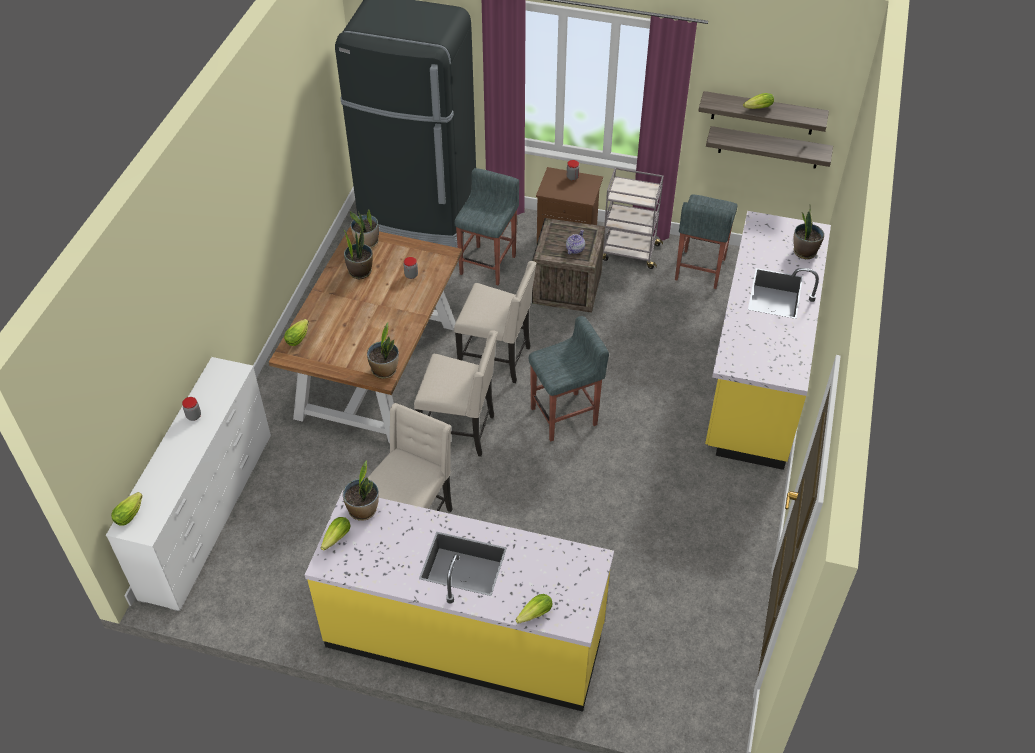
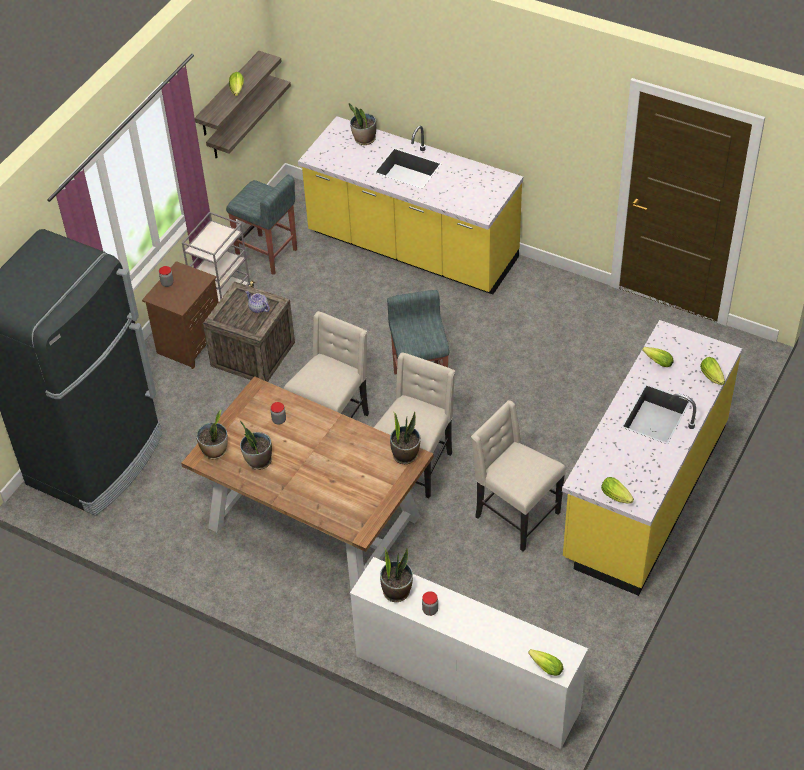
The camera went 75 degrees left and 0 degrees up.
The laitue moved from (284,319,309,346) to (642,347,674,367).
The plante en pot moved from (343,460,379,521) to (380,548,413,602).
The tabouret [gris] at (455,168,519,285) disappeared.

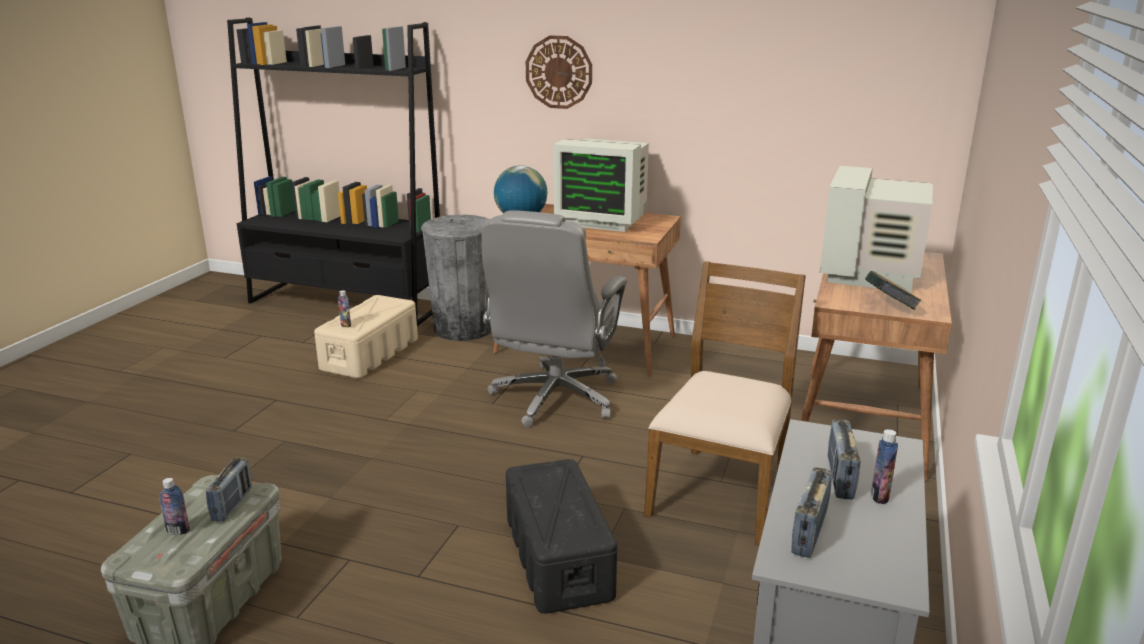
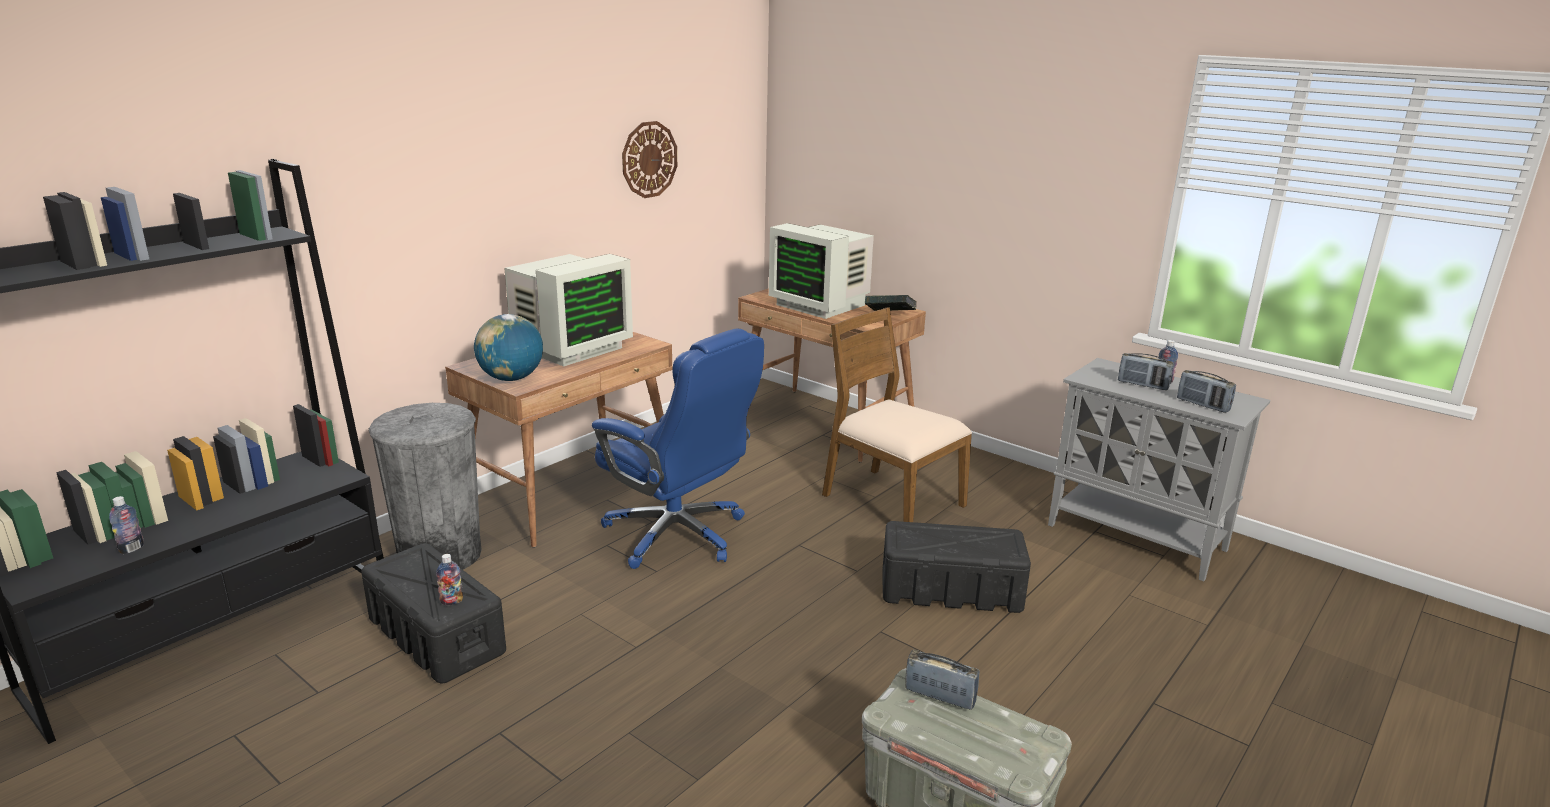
The camera went 70 degrees left and 0 degrees up.
The bouteille moved from (159,478,190,535) to (109,496,144,554).
The boîte de rangement [beige] at (314,295,418,378) became the boîte de rangement [noir] at (361,543,506,683).
The chaise de bureau [gris] at (481,210,628,428) became the chaise de bureau [bleu] at (592,328,764,569).
The horloge murale moved from (526,36,592,109) to (622,121,677,198).

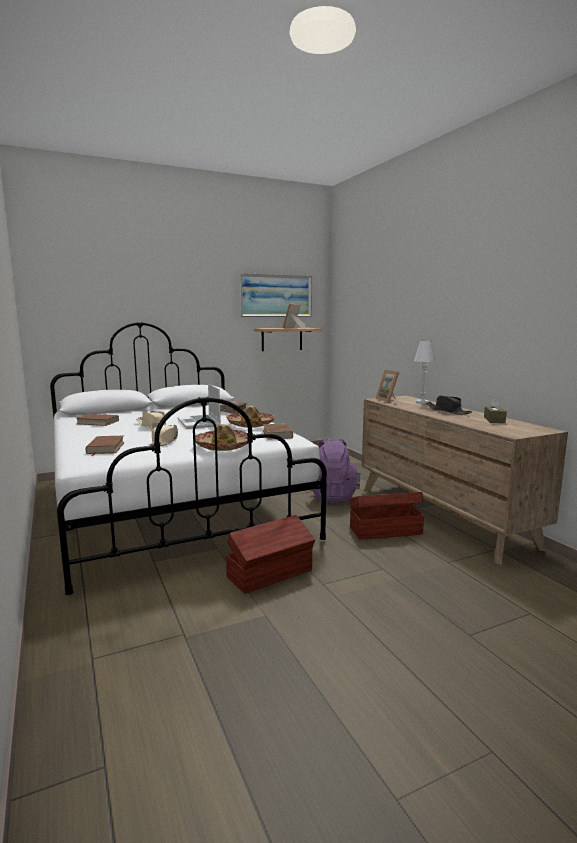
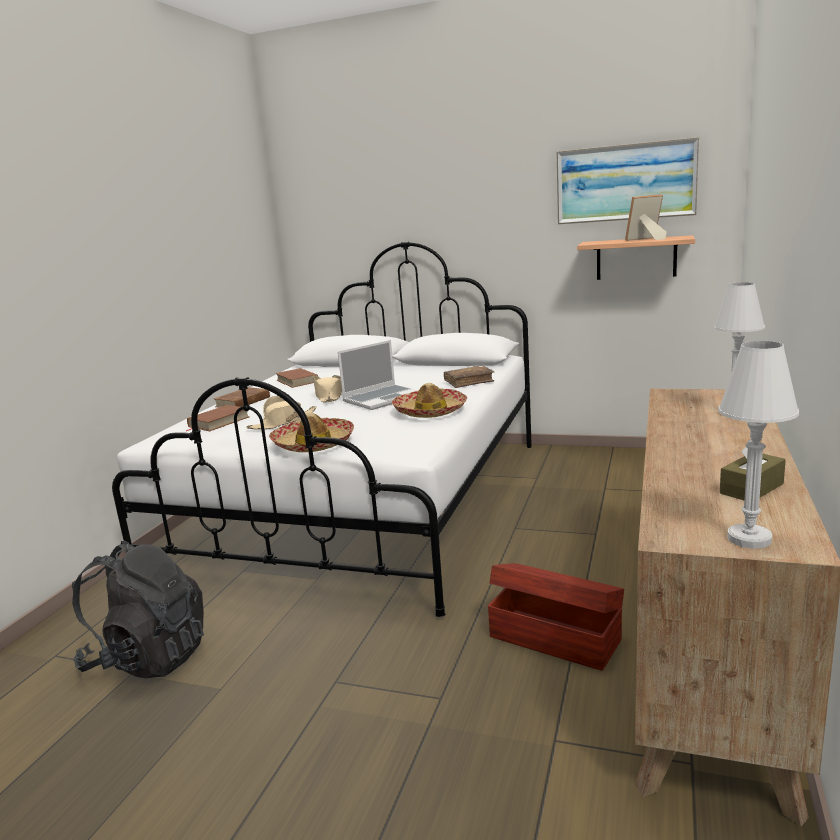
The camera went 45 degrees right and 5 degrees up.
The ordinateur portable at (178,383,221,429) turned 150 degrees counterclockwise.
The boîte de rangement [marron] at (226,515,315,594) disappeared.
The livre [marron] moved from (263,423,293,440) to (214,387,270,408).
The sac à dos [violet] at (312,438,360,503) disappeared.
The cadre photo at (375,370,399,403) disappeared.
The chapeau [noir] at (426,395,472,414) disappeared.
The sac à dos [noir] at (72,541,204,678) appeared.
The lampe de table [blanc] at (718,341,799,549) appeared.

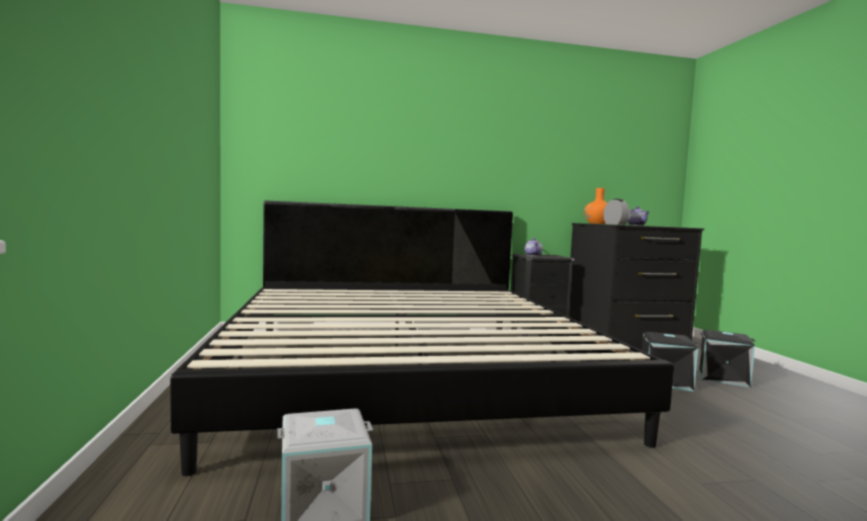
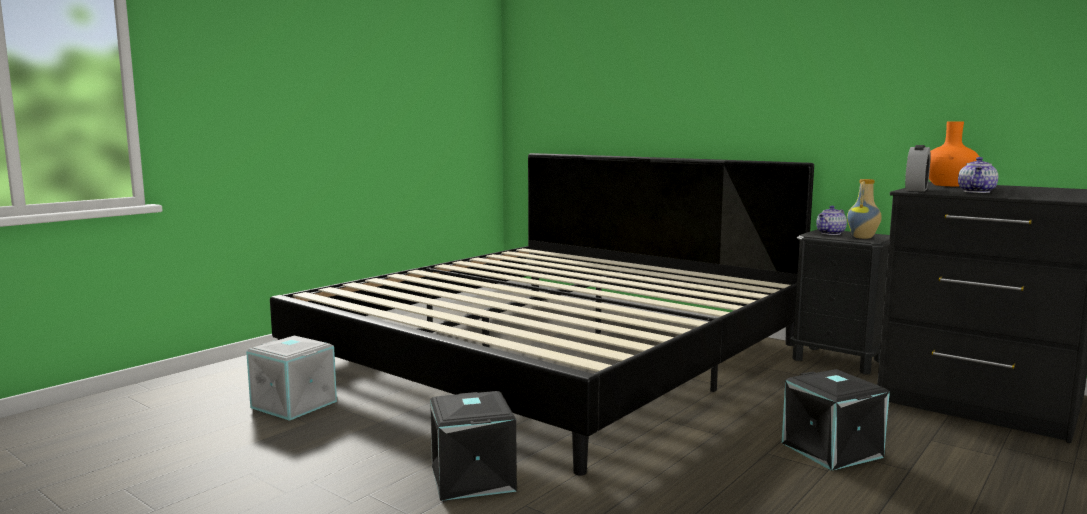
The camera went 50 degrees right and 5 degrees up.
The boîte de rangement [noir] moved from (699,330,755,388) to (430,391,517,501).
The vase at (847,179,882,239) appeared.

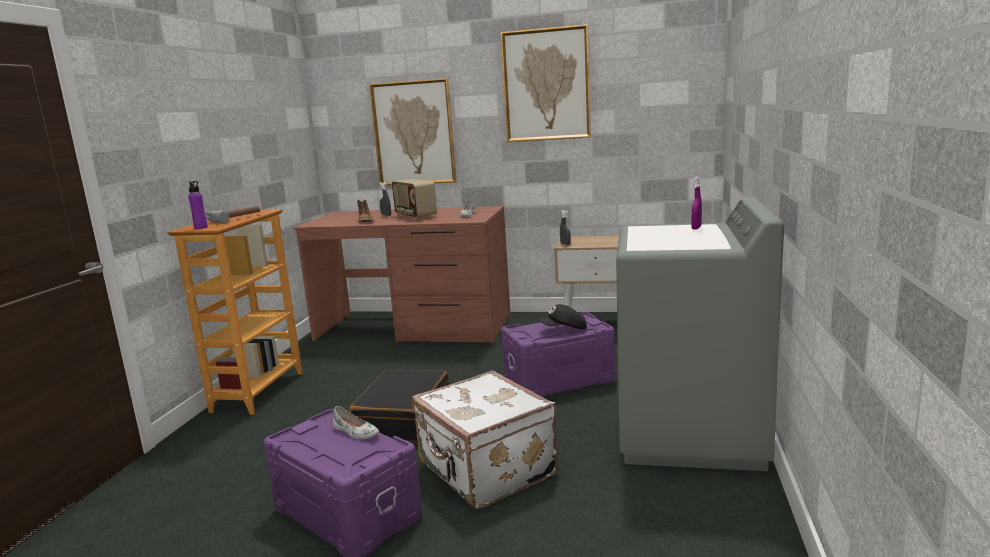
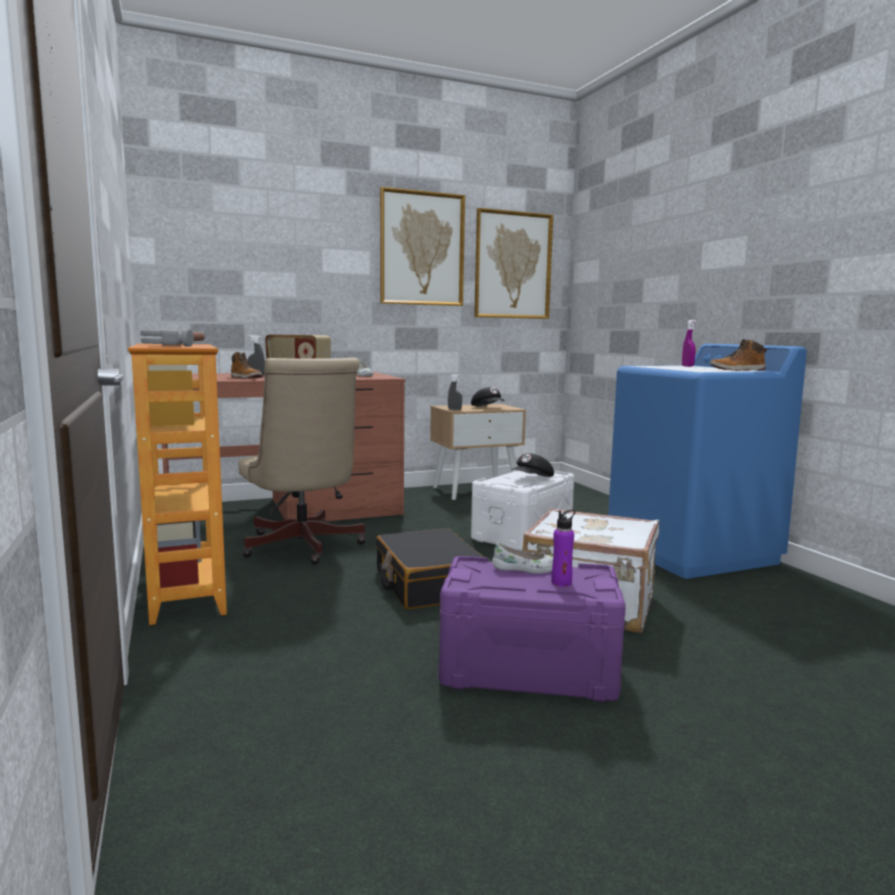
The camera went 35 degrees left and 5 degrees down.
The bouteille [violet] moved from (188,181,208,229) to (551,510,575,587).
The tableau moved from (369,78,457,186) to (474,208,553,319).
The boîte de rangement [violet] at (501,312,615,396) became the boîte de rangement [blanc] at (471,470,574,551).
The lave-linge [gris] at (616,197,784,471) became the lave-linge [bleu] at (608,344,807,579).
The chaise de bureau [beige] at (238,358,366,564) appeared.
The casquette [noir] at (471,387,504,406) appeared.
The botte at (710,339,767,371) appeared.

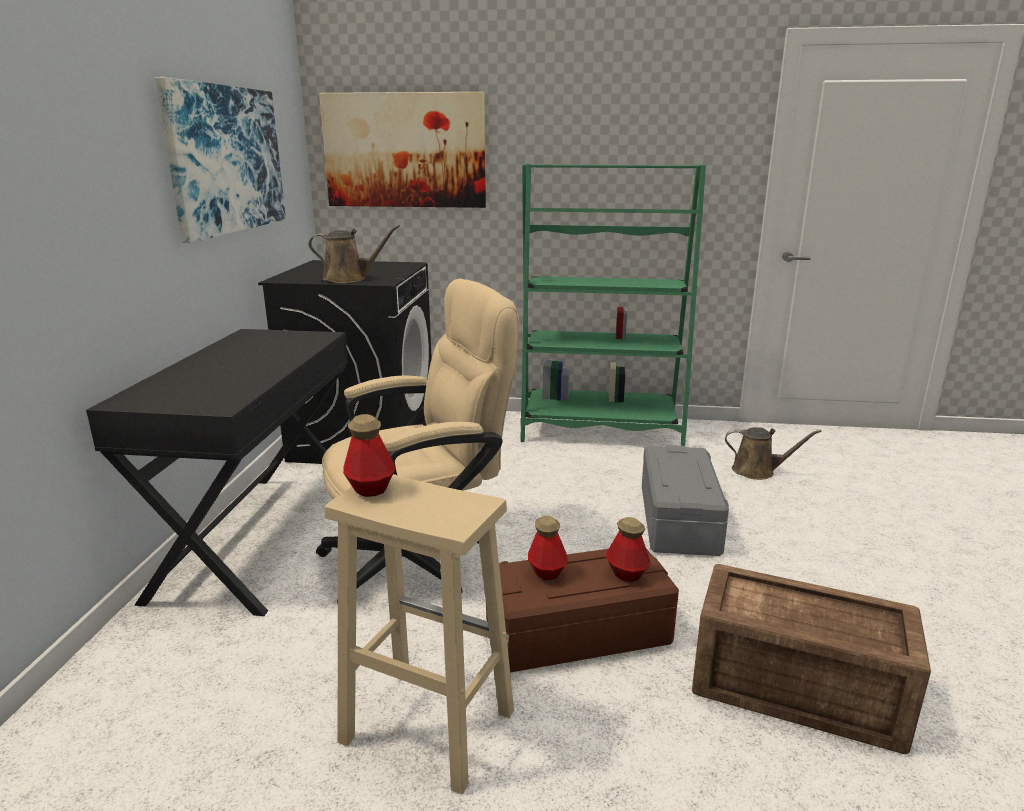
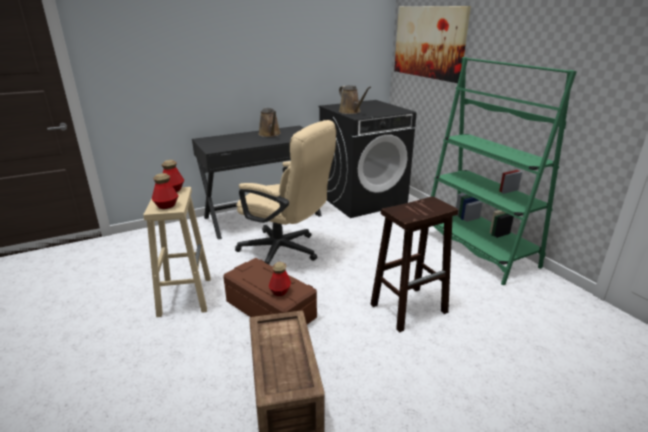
The camera went 55 degrees right and 5 degrees up.
The tableau at (155,77,286,243) disappeared.
The bouteille moved from (528,516,568,580) to (152,173,179,209).
The boîte de rangement [gris] at (642,445,729,556) was replaced by the tabouret [marron] at (371,196,458,332).
The arrosoir [marron] moved from (725,427,822,480) to (258,108,281,137).

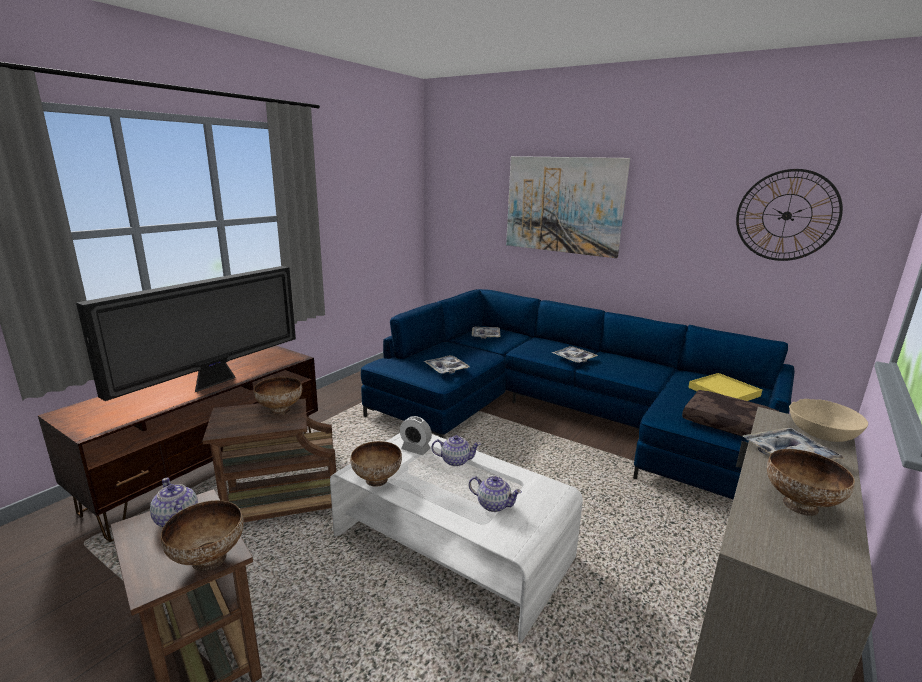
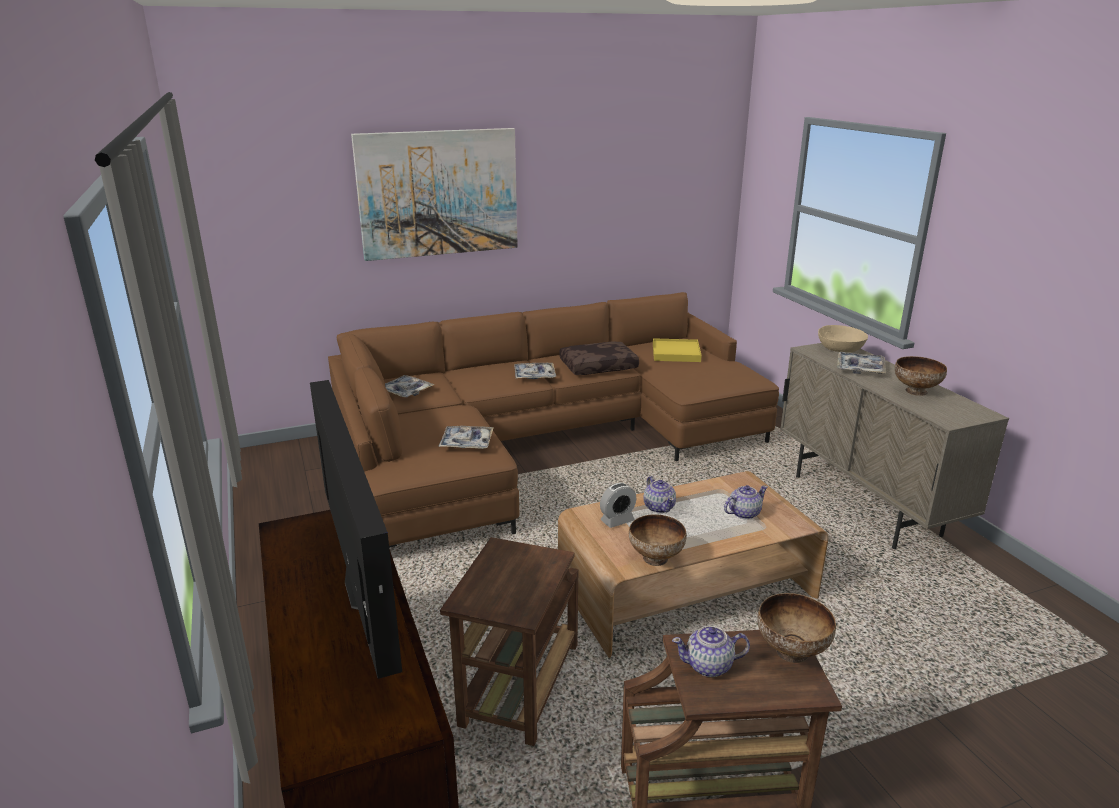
The camera went 55 degrees left and 5 degrees up.
The bol at (254,377,302,415) disappeared.
The table basse [blanc] at (330,433,583,643) became the table basse [marron] at (558,471,828,658).
The canapé [bleu] at (361,289,795,500) became the canapé [marron] at (328,292,779,548).
The théière at (431,435,481,467) turned 120 degrees clockwise.
The coussin [marron] moved from (682,390,779,437) to (559,341,639,375).
The horloge murale at (736,169,843,261) disappeared.

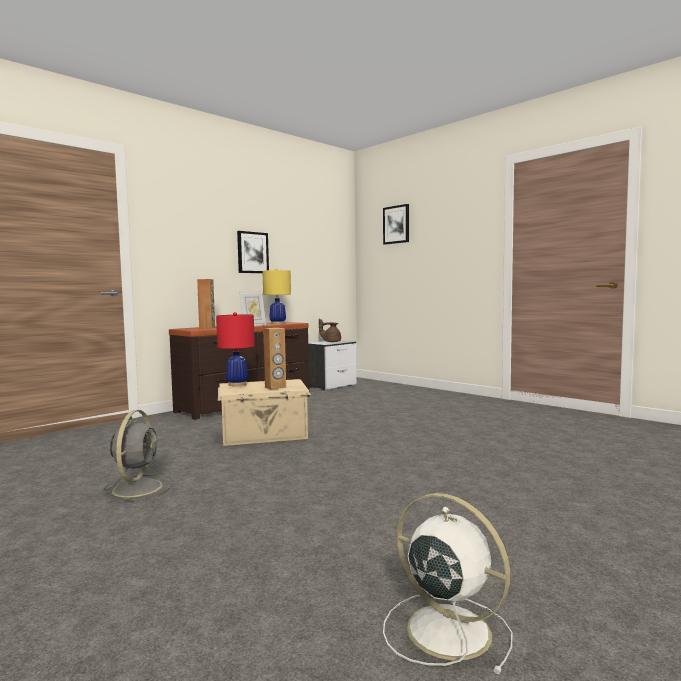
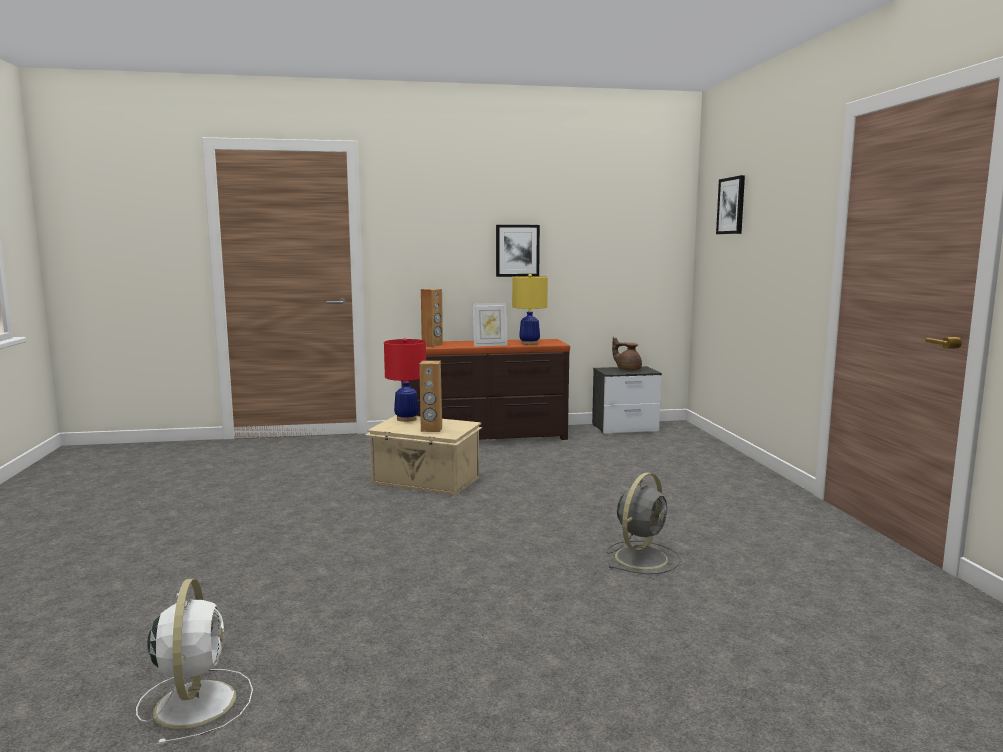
The camera went 35 degrees right and 5 degrees up.
The ventilateur [gris] moved from (103,410,174,503) to (606,472,681,574).

